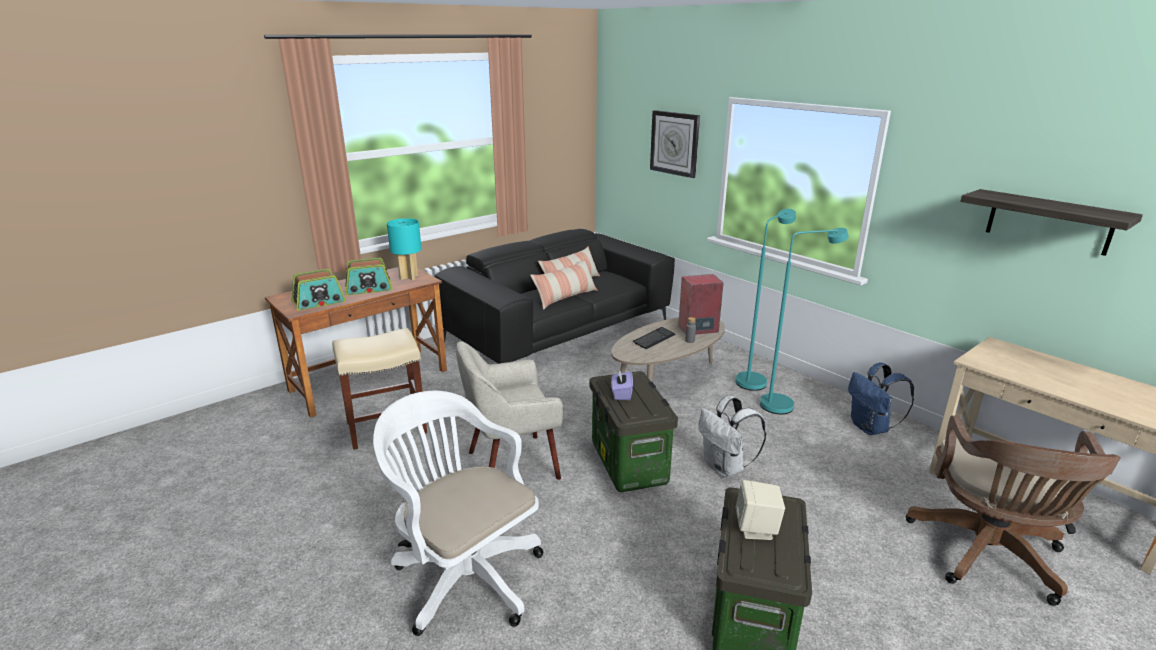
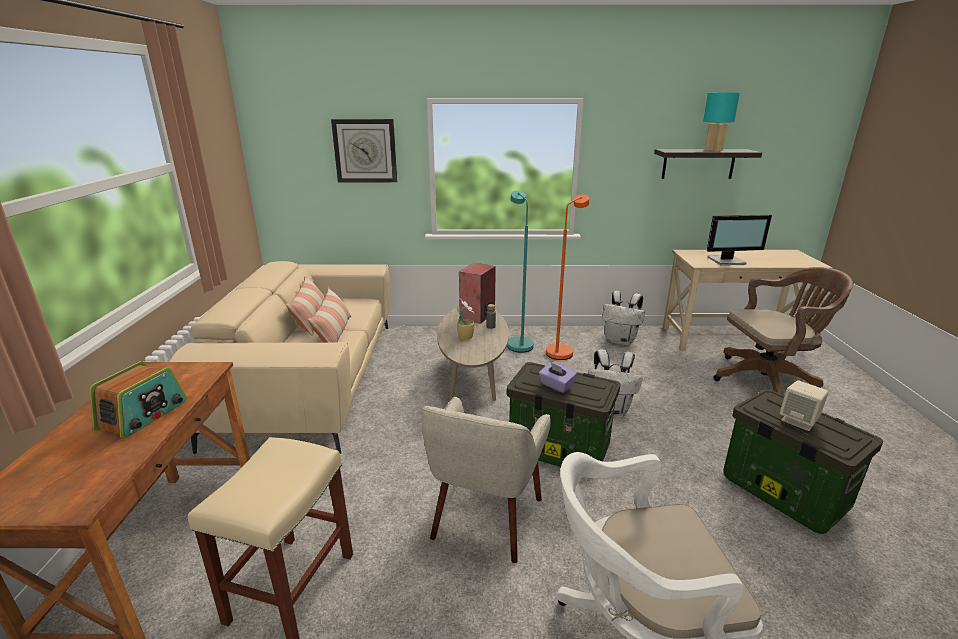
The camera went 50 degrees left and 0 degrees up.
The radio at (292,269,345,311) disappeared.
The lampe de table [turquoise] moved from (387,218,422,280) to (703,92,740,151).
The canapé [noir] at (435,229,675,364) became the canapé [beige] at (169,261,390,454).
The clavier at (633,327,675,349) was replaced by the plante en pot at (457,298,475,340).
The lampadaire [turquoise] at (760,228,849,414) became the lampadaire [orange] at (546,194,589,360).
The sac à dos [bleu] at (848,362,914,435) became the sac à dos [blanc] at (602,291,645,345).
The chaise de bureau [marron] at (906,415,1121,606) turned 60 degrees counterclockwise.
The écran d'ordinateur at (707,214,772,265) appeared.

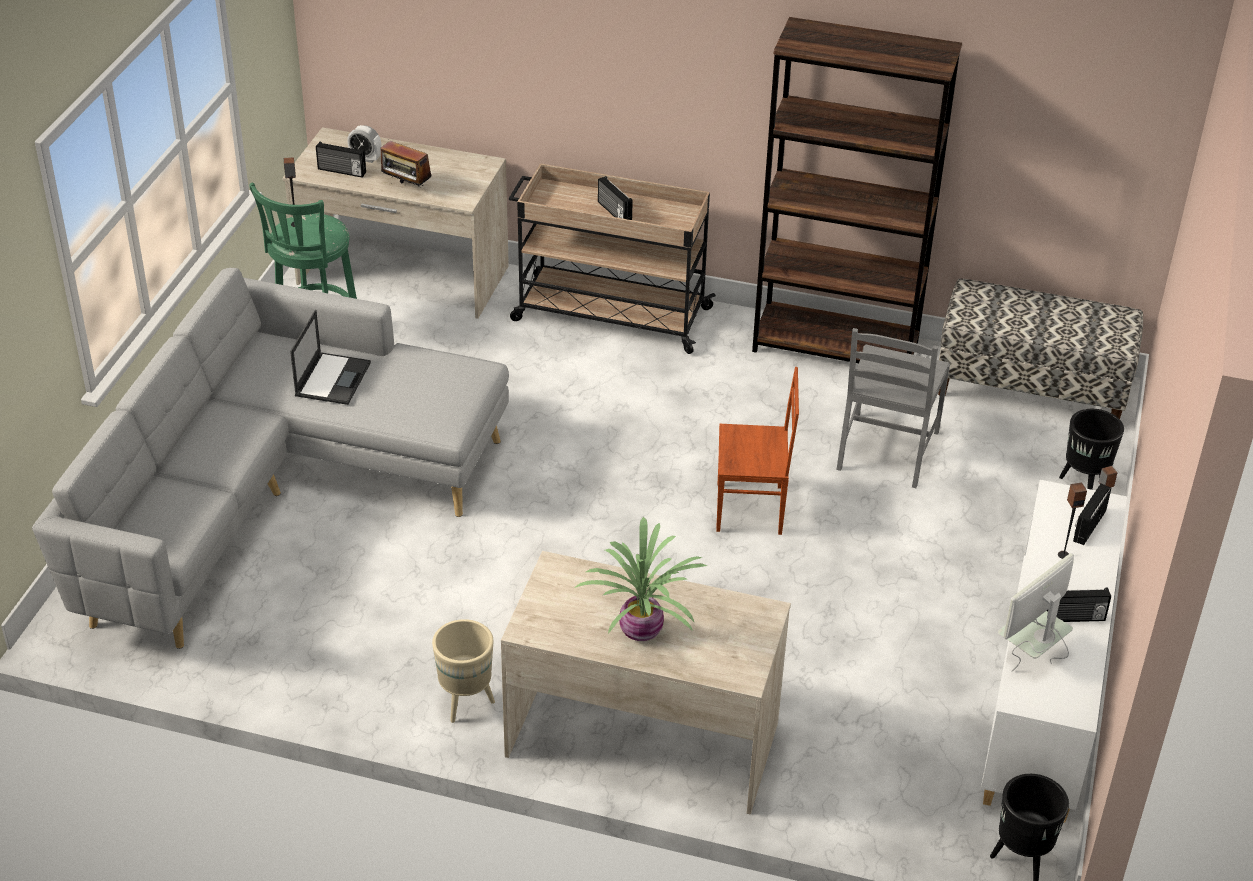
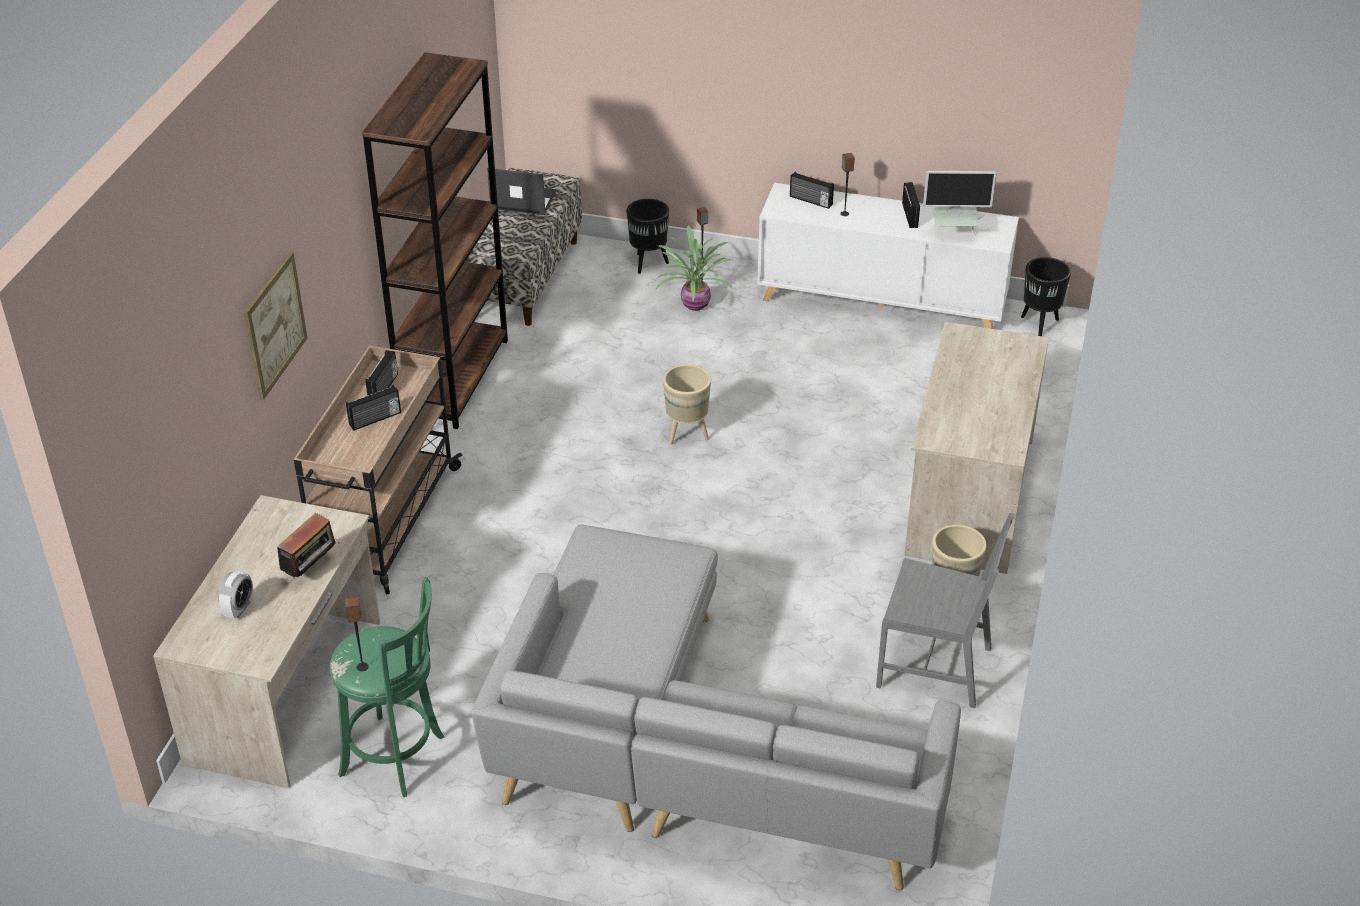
The camera went 90 degrees left and 0 degrees up.
The ordinateur portable moved from (290,310,371,405) to (487,168,557,215).
The radio moved from (316,142,366,178) to (365,350,398,396).
The plante en pot moved from (574,517,707,641) to (655,226,733,311).
The chaise [marron] at (716,367,799,535) was replaced by the cache-pot [beige] at (663,364,711,445).
The chaise [gris] moved from (836,328,950,488) to (876,513,1015,708).
The écran d'ordinateur at (998,553,1074,671) turned 45 degrees counterclockwise.
The tableau at (244,252,307,400) appeared.

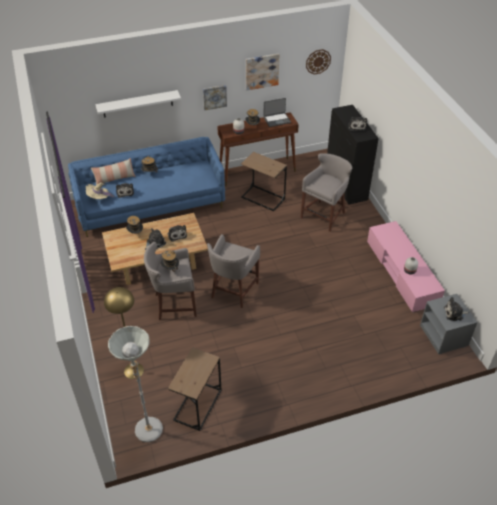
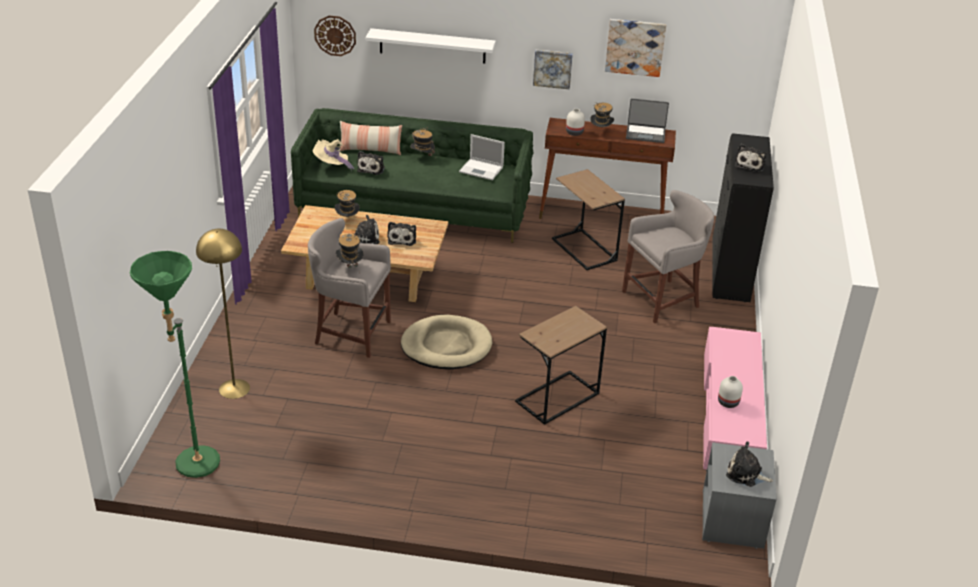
The camera went 25 degrees right and 10 degrees down.
The canapé [bleu] at (68,137,225,237) became the canapé [vert] at (291,108,534,243).
The lampadaire [gris] at (108,326,163,442) became the lampadaire [vert] at (130,251,220,478).
The table d'appoint [marron] moved from (168,347,222,431) to (515,306,607,425).
The tabouret [gris] at (207,234,260,308) was replaced by the panier pour chien [beige] at (401,315,493,369).
The horloge murale moved from (306,49,331,75) to (314,16,356,56).
The ordinateur portable at (459,134,505,180) appeared.

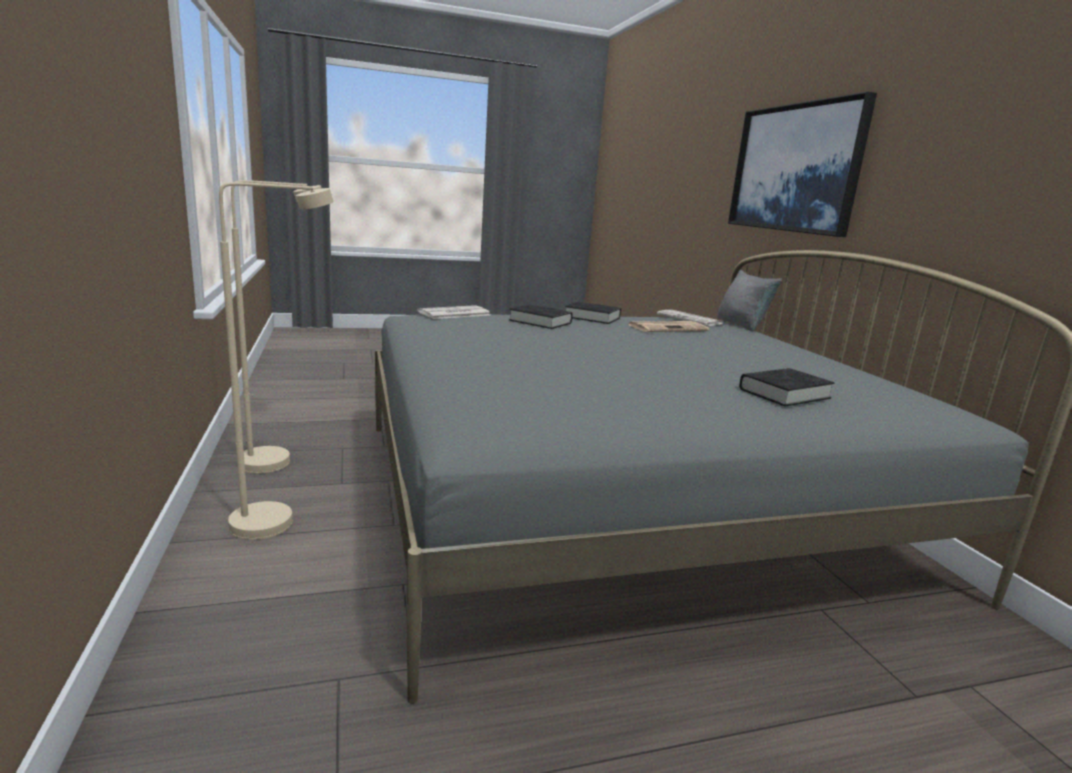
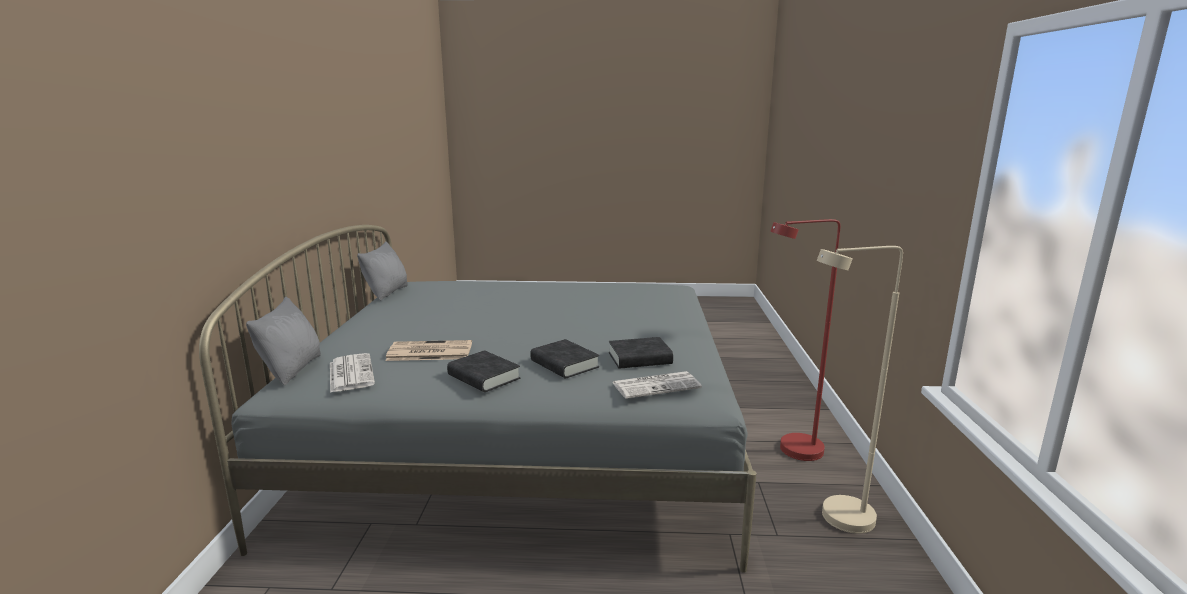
The camera went 160 degrees left and 0 degrees up.
The lampadaire [beige] at (219,182,334,540) became the lampadaire [rouge] at (770,219,840,461).
The tableau at (728,91,877,237) disappeared.
The livre [noir] moved from (739,368,835,407) to (609,337,673,369).
The coussin [gris] at (357,241,408,301) appeared.

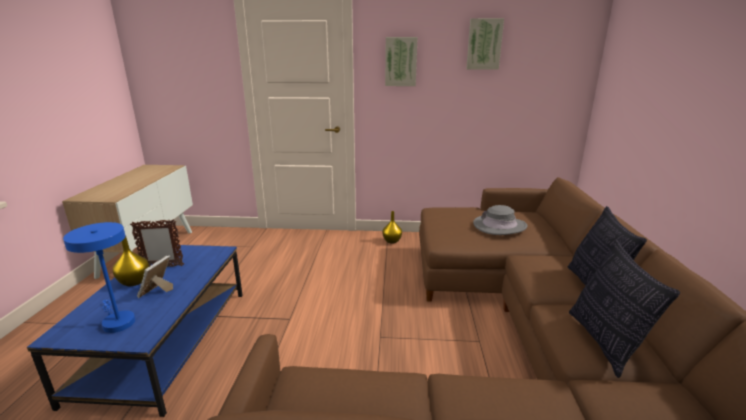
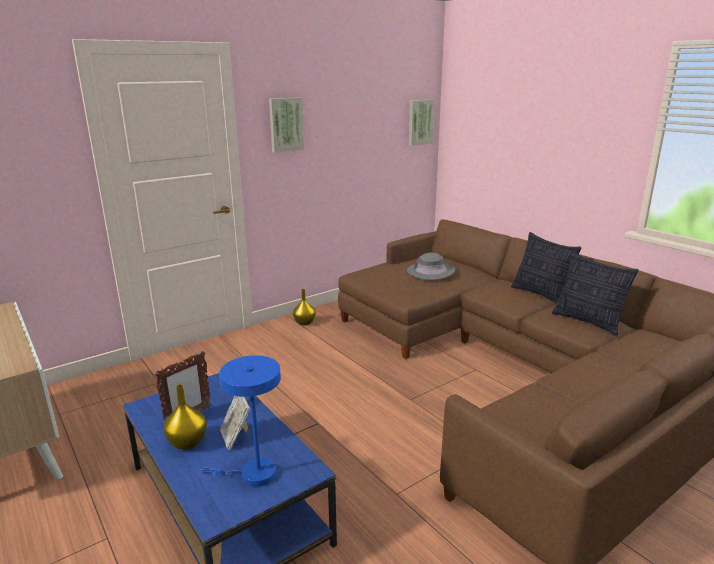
The camera went 40 degrees left and 0 degrees up.
The tableau moved from (466,18,504,70) to (409,99,434,146).

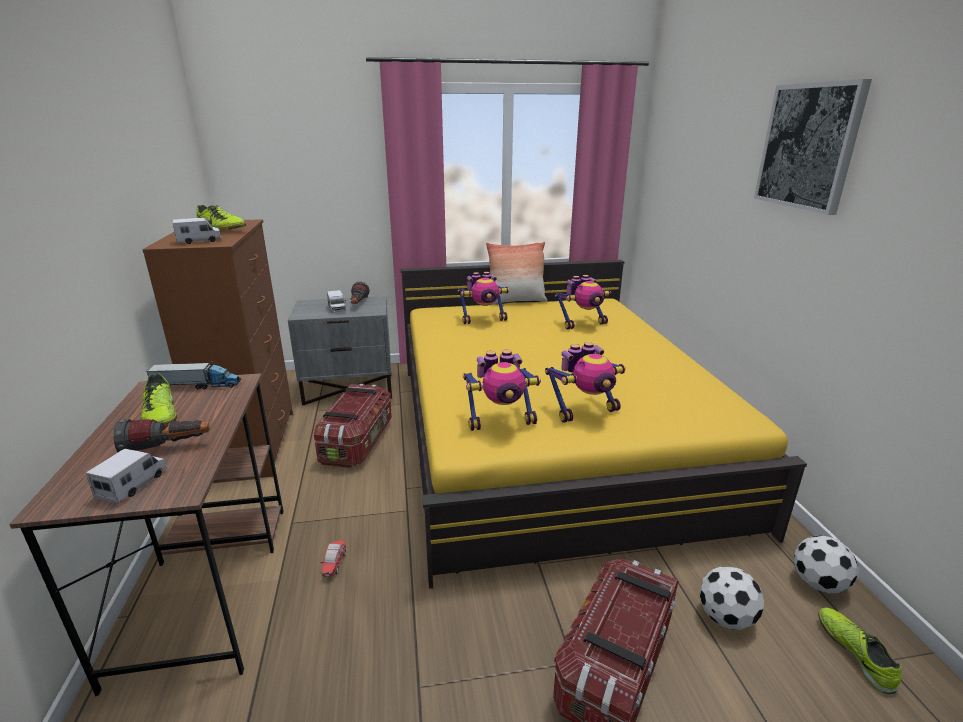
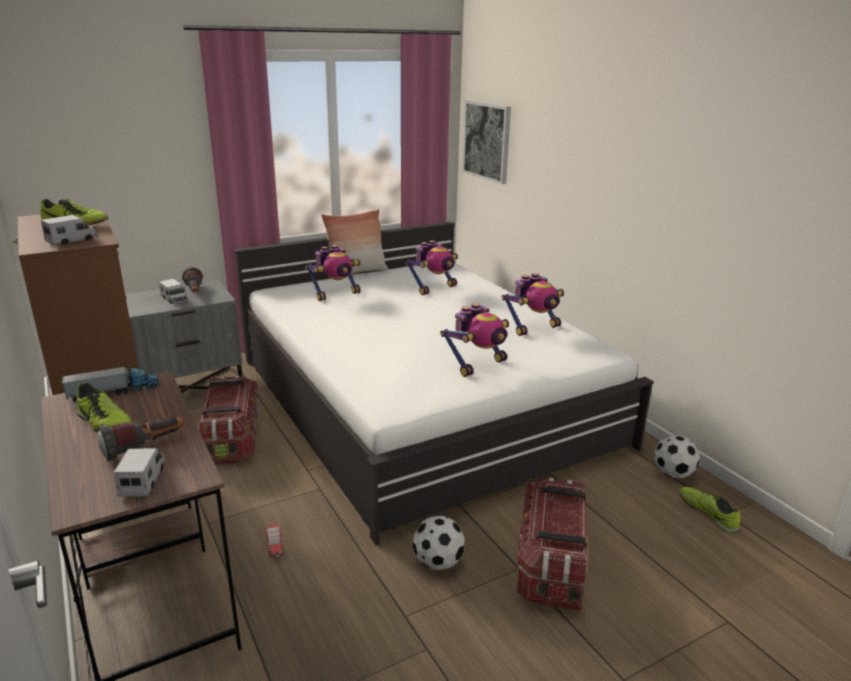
The camera went 20 degrees left and 0 degrees up.
The lit [jaune] at (400,260,807,589) became the lit [blanc] at (233,221,654,545).
The robot jouet moved from (463,350,541,431) to (502,273,564,336).
The ballon de foot moved from (700,566,764,630) to (413,516,465,570).
The tableau moved from (754,79,872,215) to (463,100,511,184).

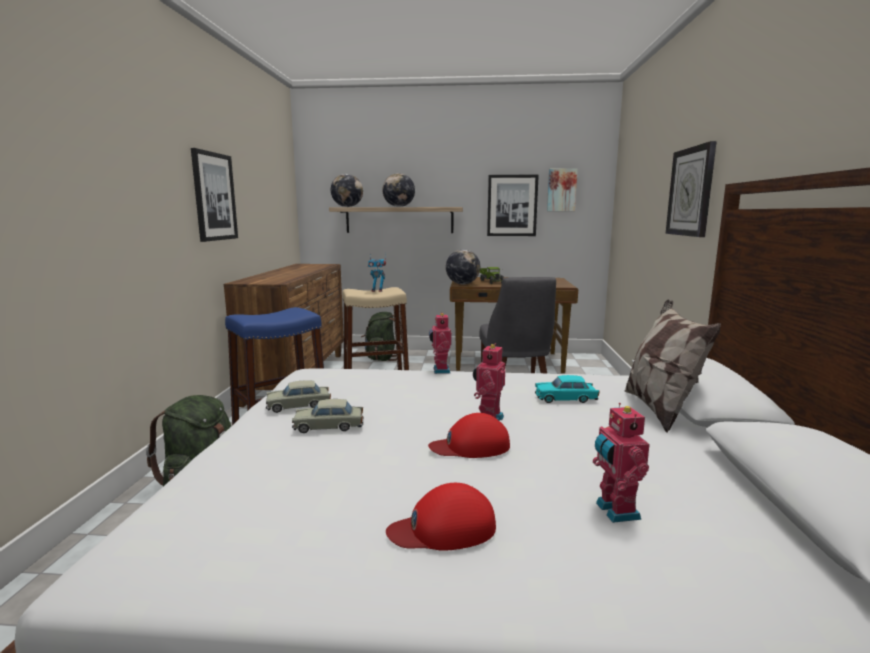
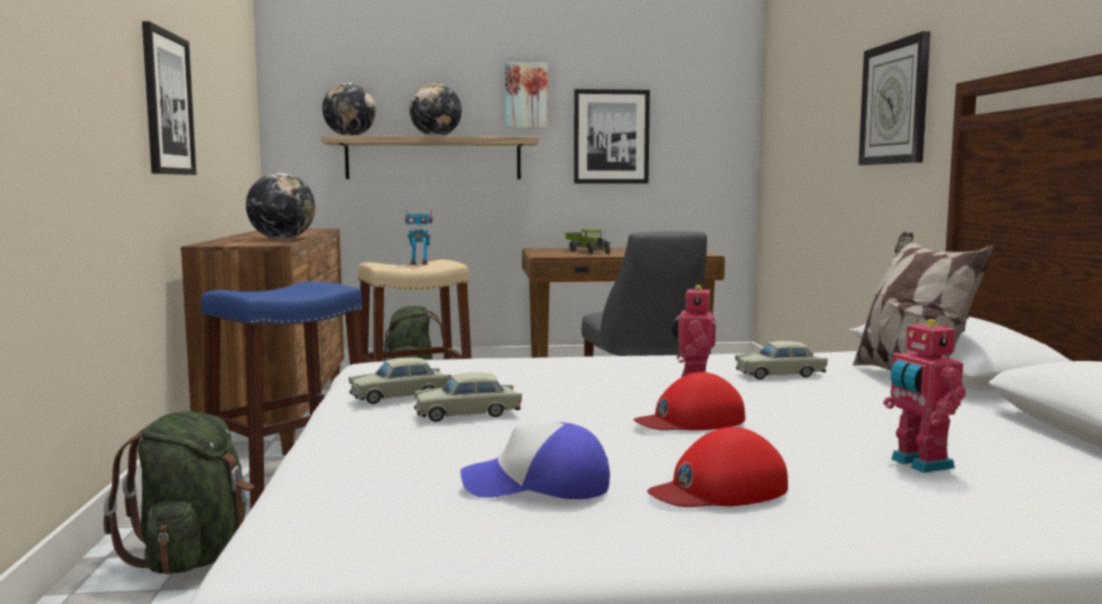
The camera went 10 degrees left and 5 degrees down.
The robot jouet at (429,312,452,374) disappeared.
The globe moved from (446,249,480,284) to (246,172,315,240).
The petite voiture [turquoise] at (535,375,600,403) became the petite voiture [beige] at (735,341,828,380).
The tableau moved from (547,168,578,211) to (505,62,548,128).
The casquette at (460,422,610,500) appeared.

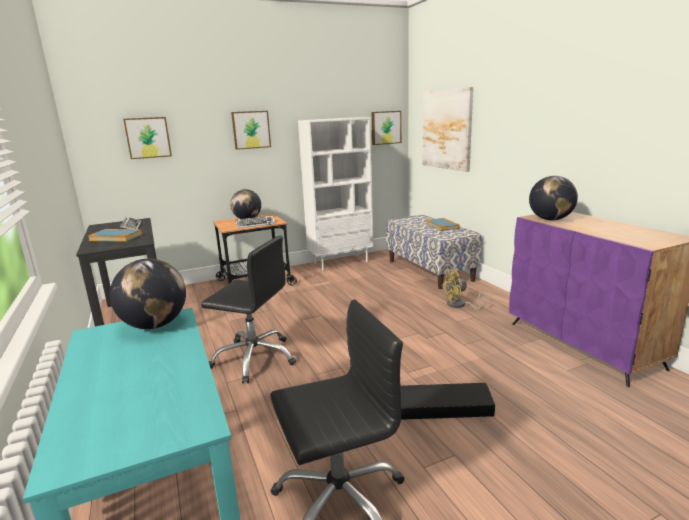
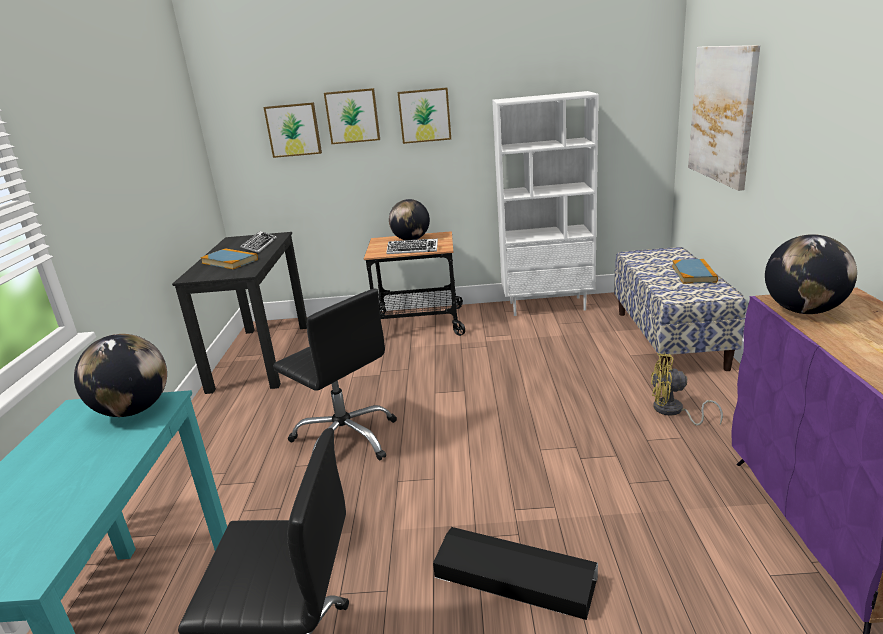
The camera went 25 degrees right and 5 degrees up.
The tableau moved from (372,111,401,145) to (324,88,380,144).

